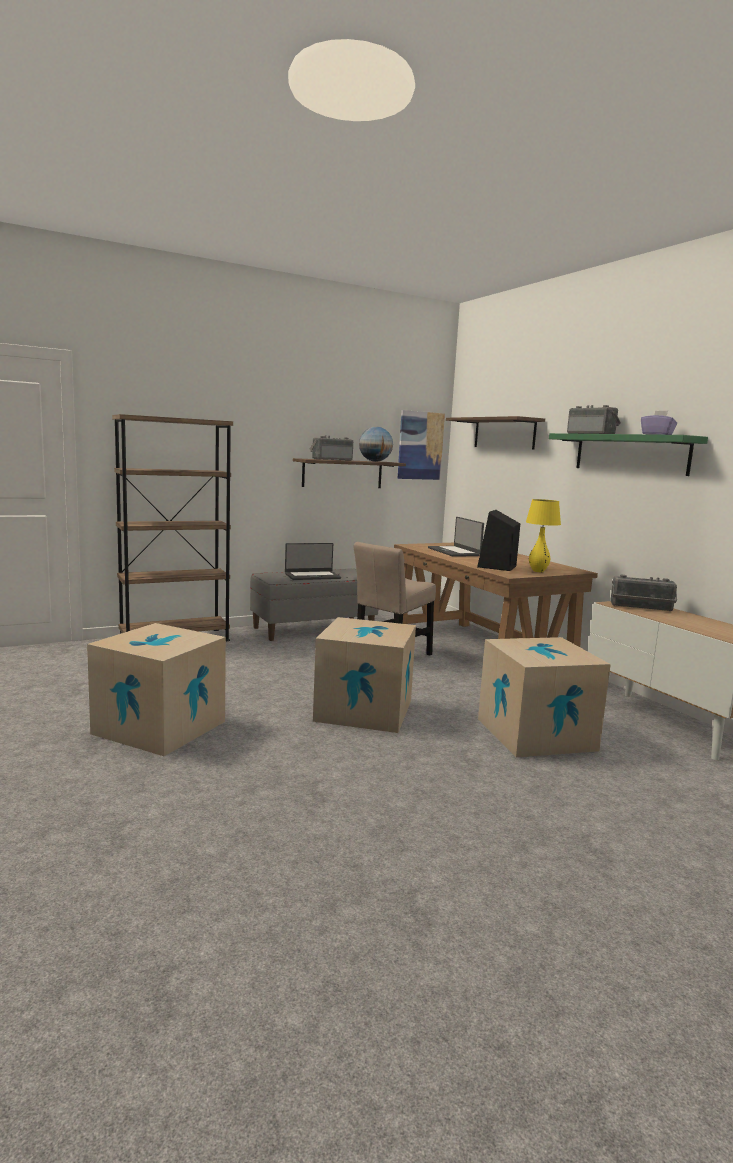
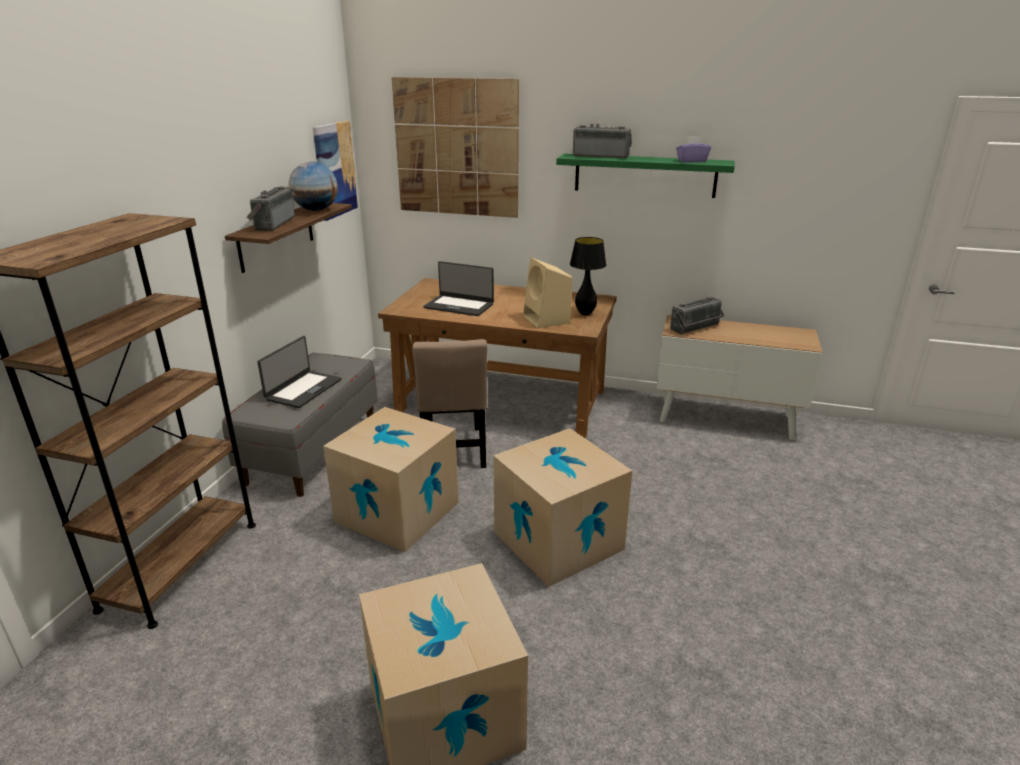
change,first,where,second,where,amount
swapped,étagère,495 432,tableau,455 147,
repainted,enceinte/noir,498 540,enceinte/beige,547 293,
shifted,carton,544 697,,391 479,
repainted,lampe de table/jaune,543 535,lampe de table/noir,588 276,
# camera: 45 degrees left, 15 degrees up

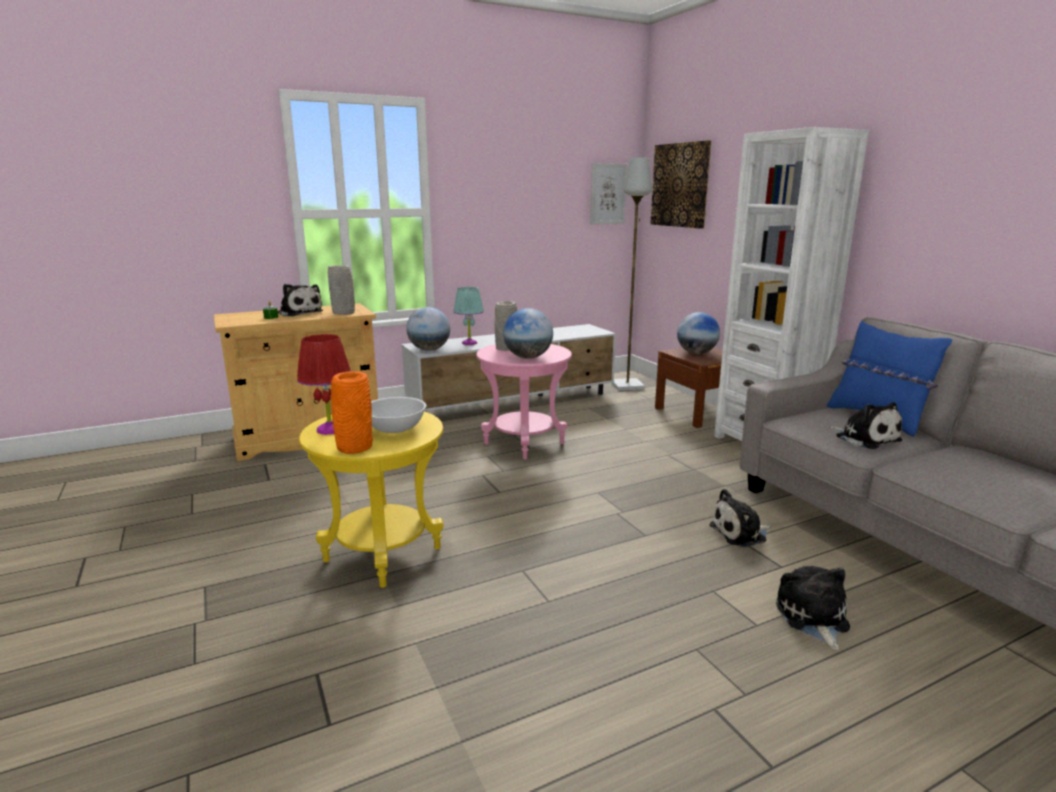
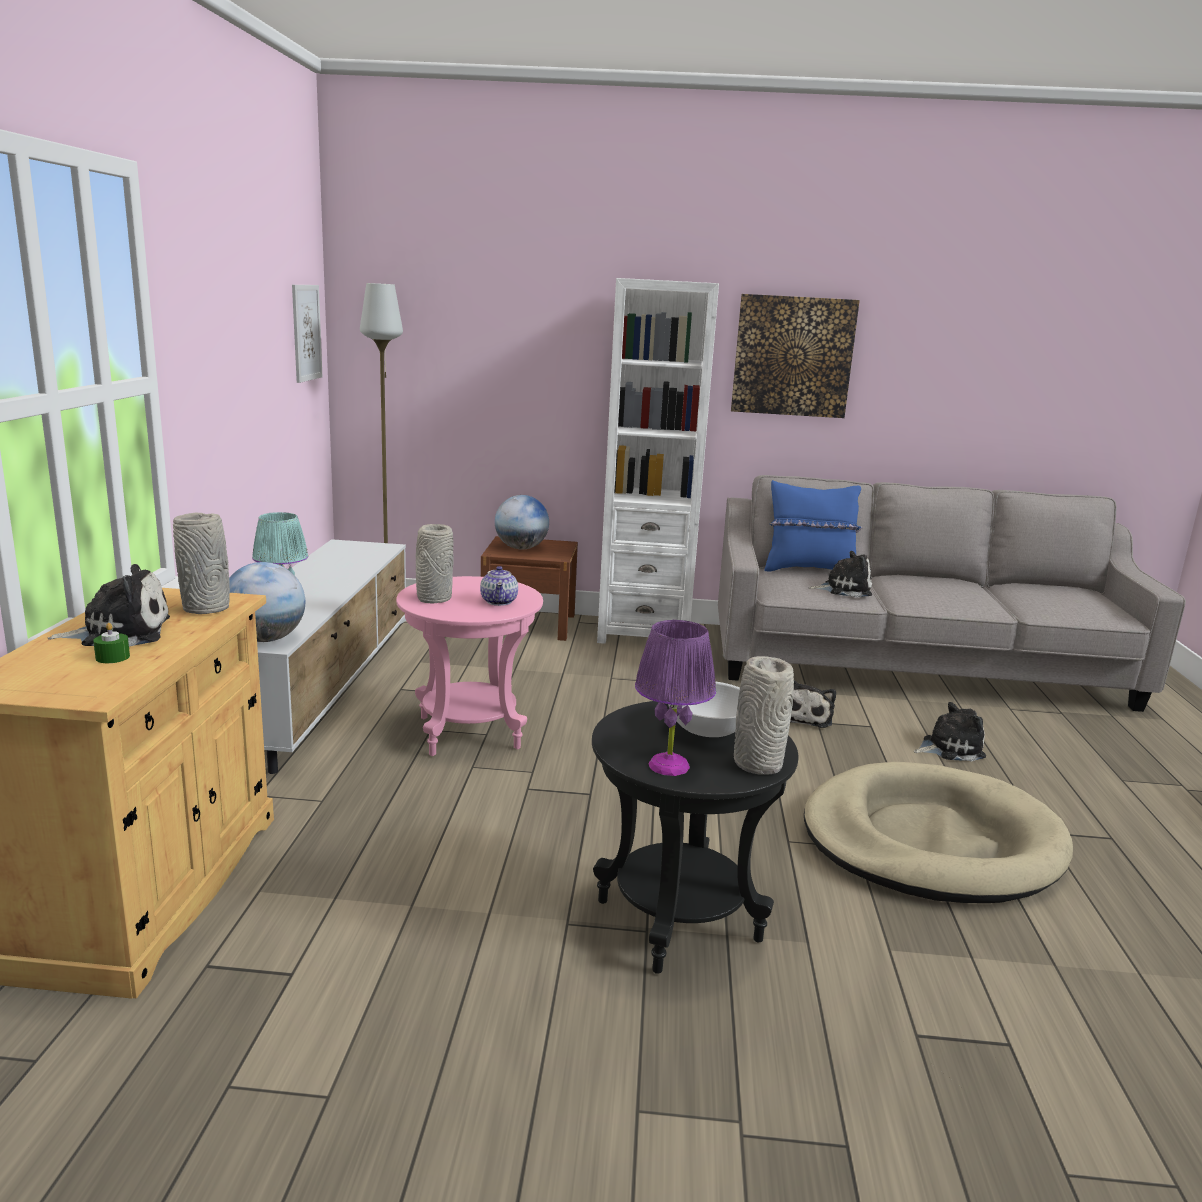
change,first,where,second,where,amount
repainted,lampe de table/rouge,324 384,lampe de table/violet,675 698,
repainted,table d'appoint/jaune,371 499,table d'appoint/noir,695 837,
repainted,vase/orange,352 412,vase/gris,764 715,
swapped,globe,528 333,théière,499 586,
shifted,tableau,680 184,,795 356,
rotated,peluche,813 608,,950 732,135 degrees clockwise
new,,,panier pour chien/beige,938 832,
# camera: 60 degrees left, 0 degrees up

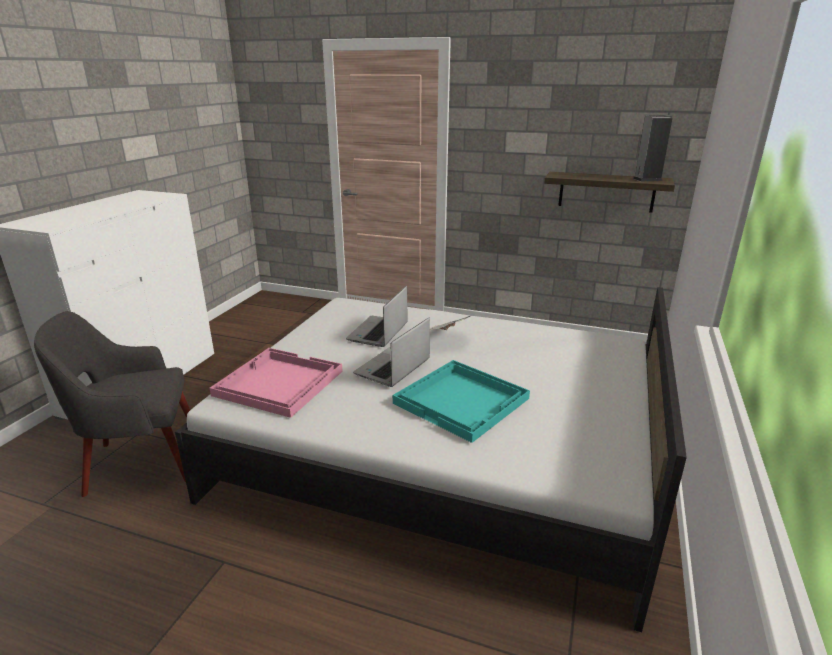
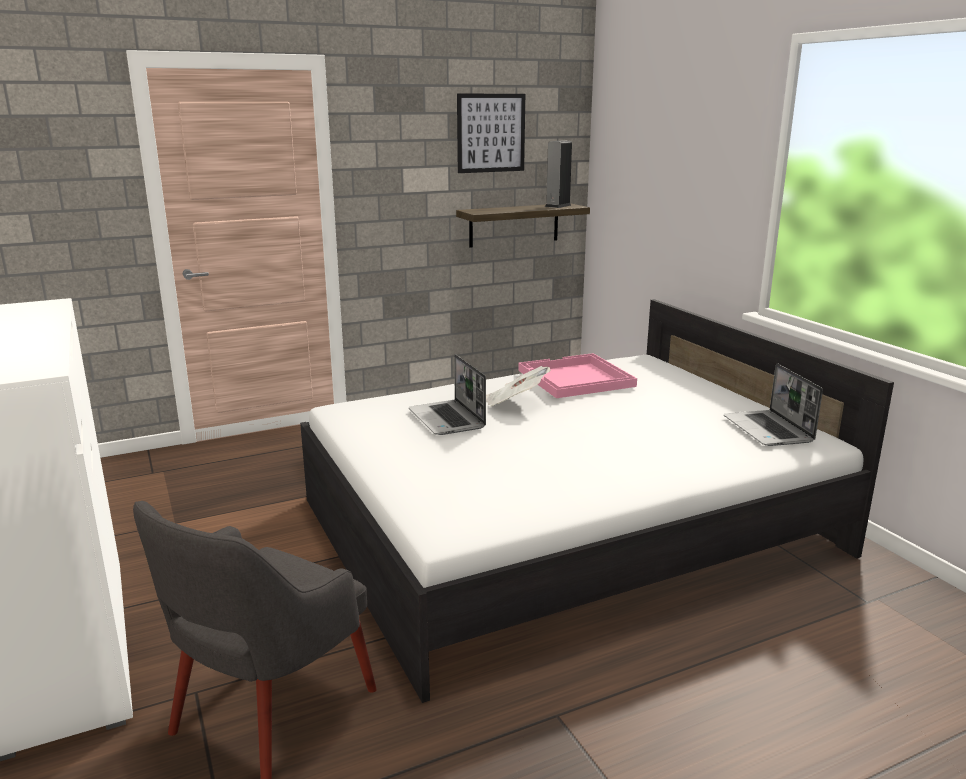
change,first,where,second,where,amount
shifted,plateau/rose,276 383,,577 375,
shifted,ordinateur portable,391 352,,773 404,
gone,plateau/turquoise,461 401,,,
new,,,tableau,491 133,
# camera: 45 degrees left, 5 degrees down

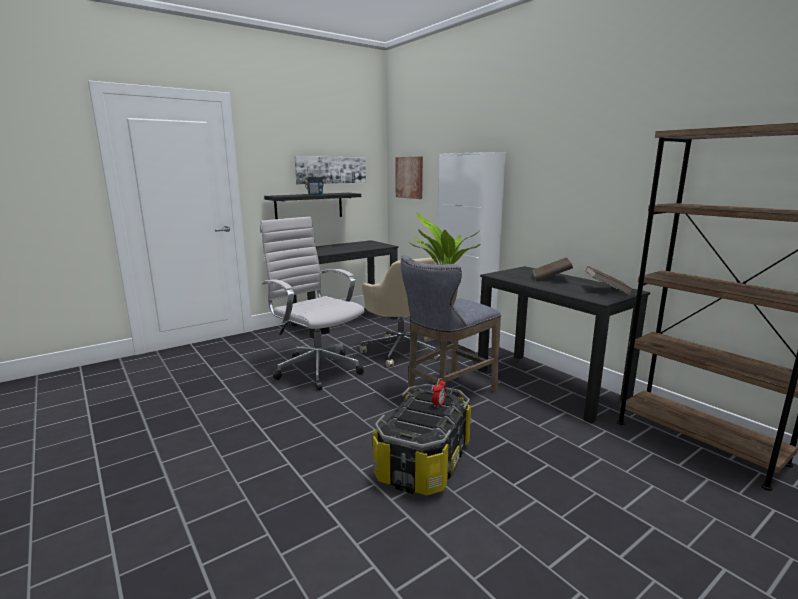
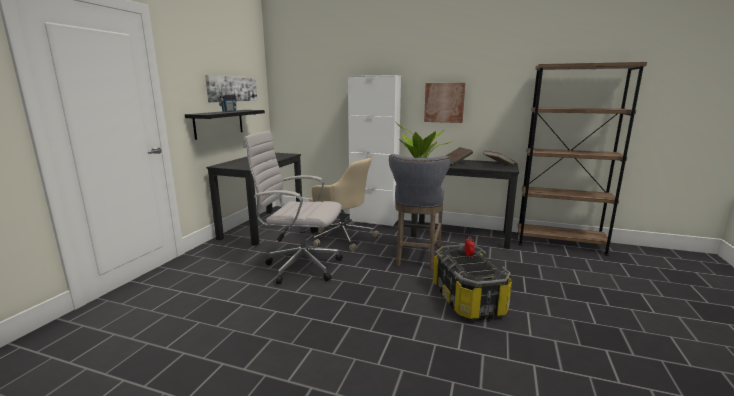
change,first,where,second,where,amount
shifted,tableau,409 178,,444 103,
# camera: 35 degrees left, 0 degrees up

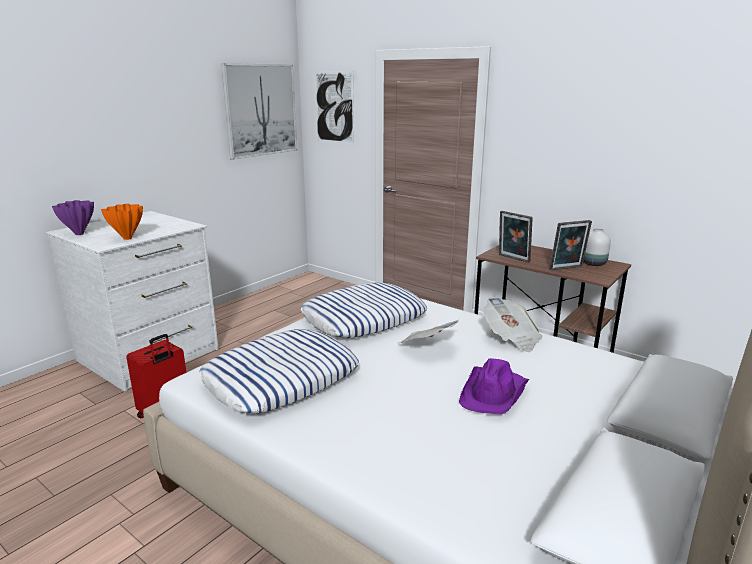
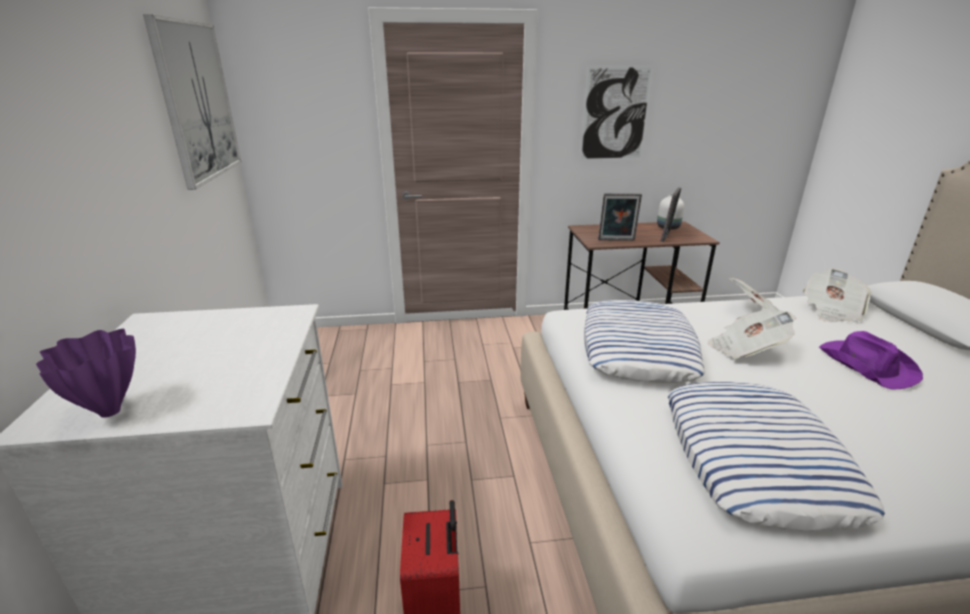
change,first,where,second,where,amount
gone,vase/orange,122 222,,,
shifted,tableau,334 107,,616 113,
new,,,journal,837 295,
# camera: 45 degrees left, 5 degrees up

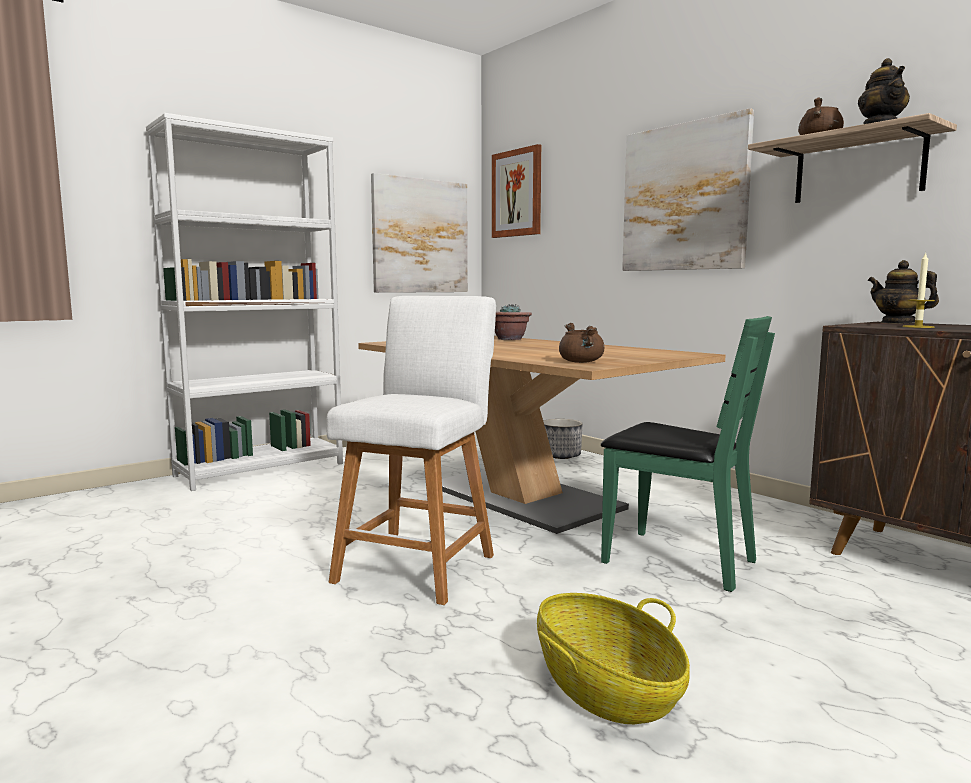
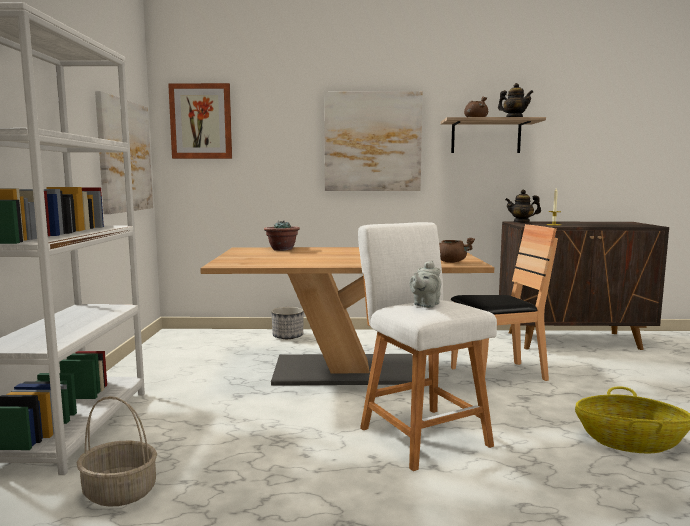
change,first,where,second,where,amount
repainted,chaise/vert,688 454,chaise/marron,504 302,
new,,,panier,117 451,
new,,,théière/gris,425 284,
# camera: 50 degrees left, 0 degrees up

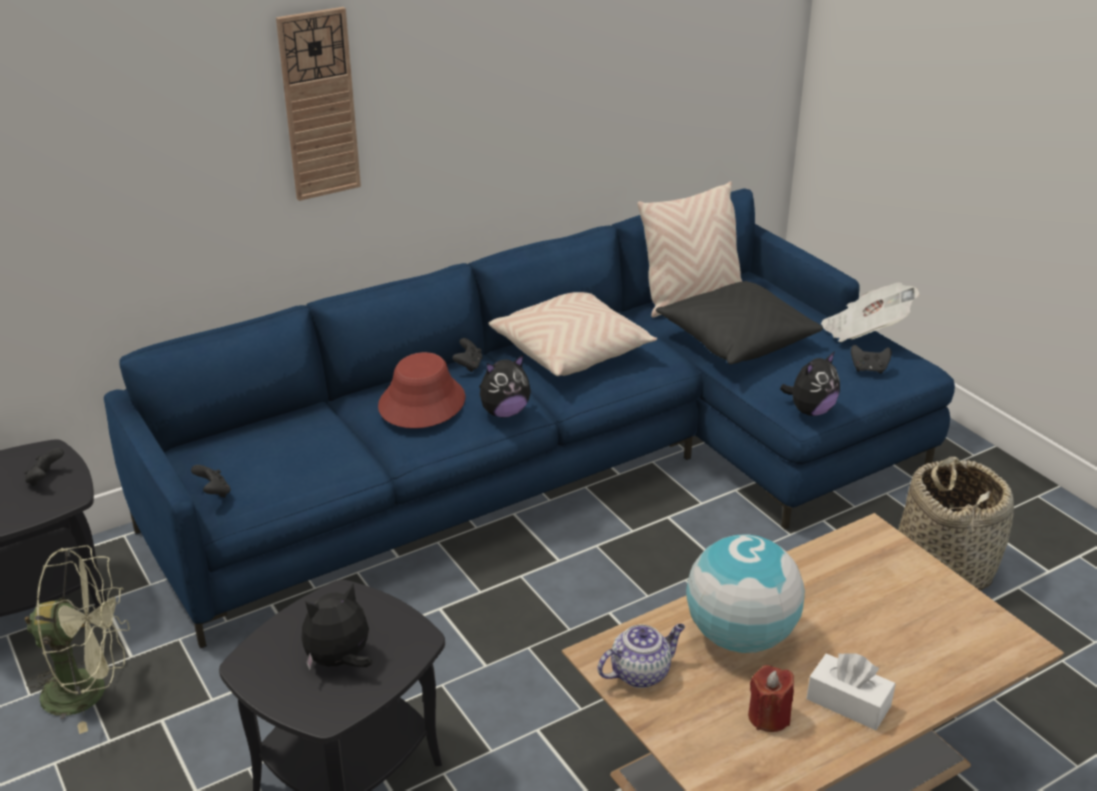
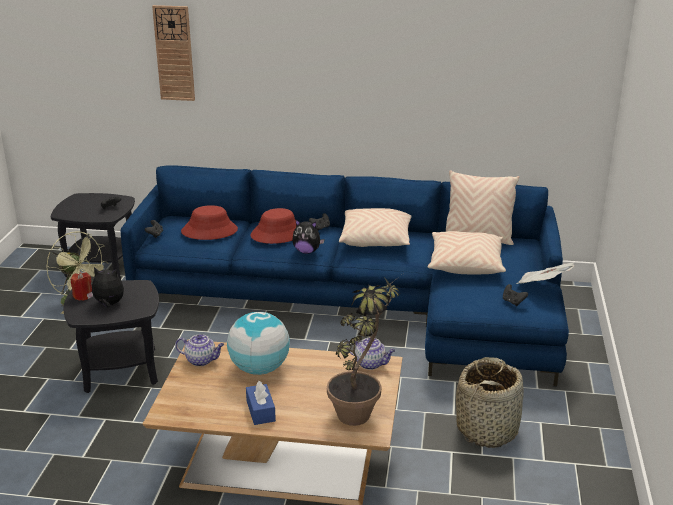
change,first,where,second,where,amount
shifted,horloge murale,318 104,,173 53,
repainted,coussin/noir,739 323,coussin/beige,467 252,
shifted,bougie/rouge,771 698,,81 286,
gone,peluche,810 383,,,
repainted,boîte à mouchoirs/blanc,851 691,boîte à mouchoirs/bleu,261 403,
new,,,chapeau/rouge,209 222,
new,,,plante en pot,364 351,
new,,,théière,371 354,
# camera: 40 degrees right, 5 degrees down

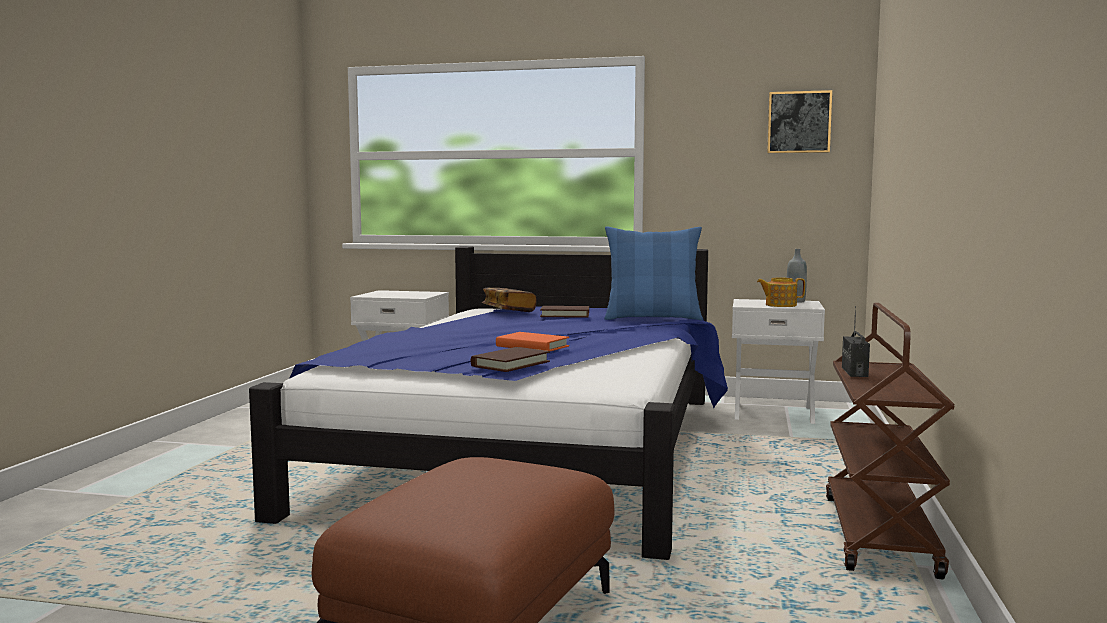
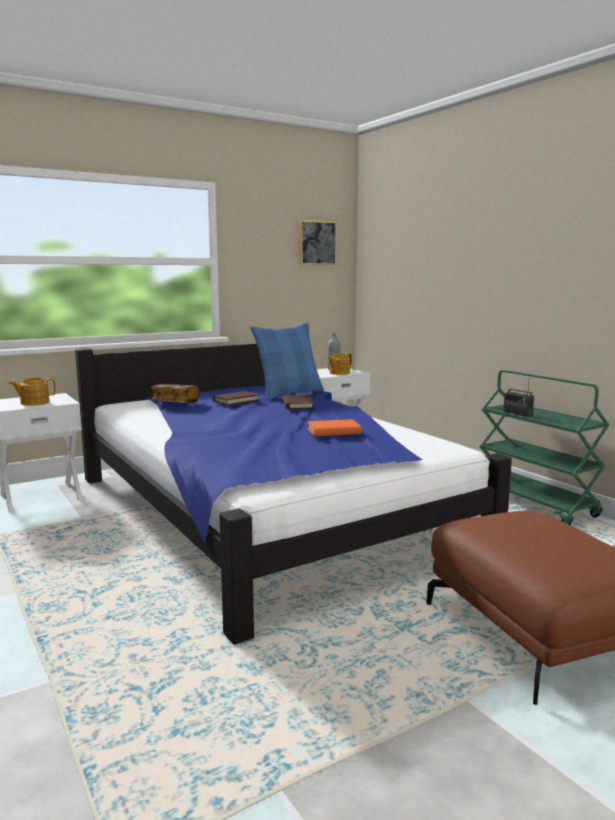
change,first,where,second,where,amount
shifted,livre/marron,510 359,,298 402,
repainted,chariot/marron,890 441,chariot/vert,544 447,
new,,,théière,32 392,
# camera: 45 degrees left, 5 degrees up

